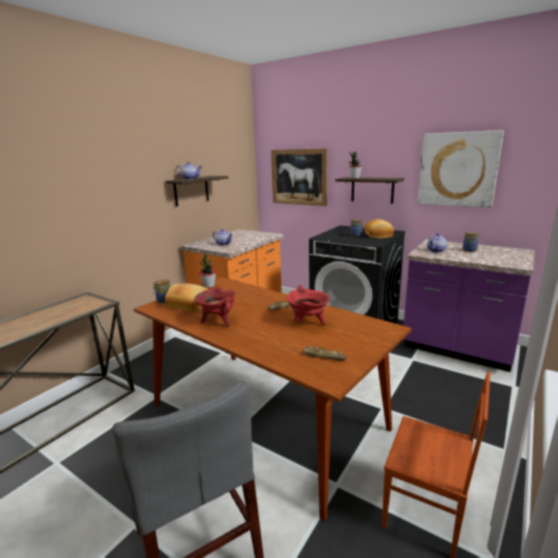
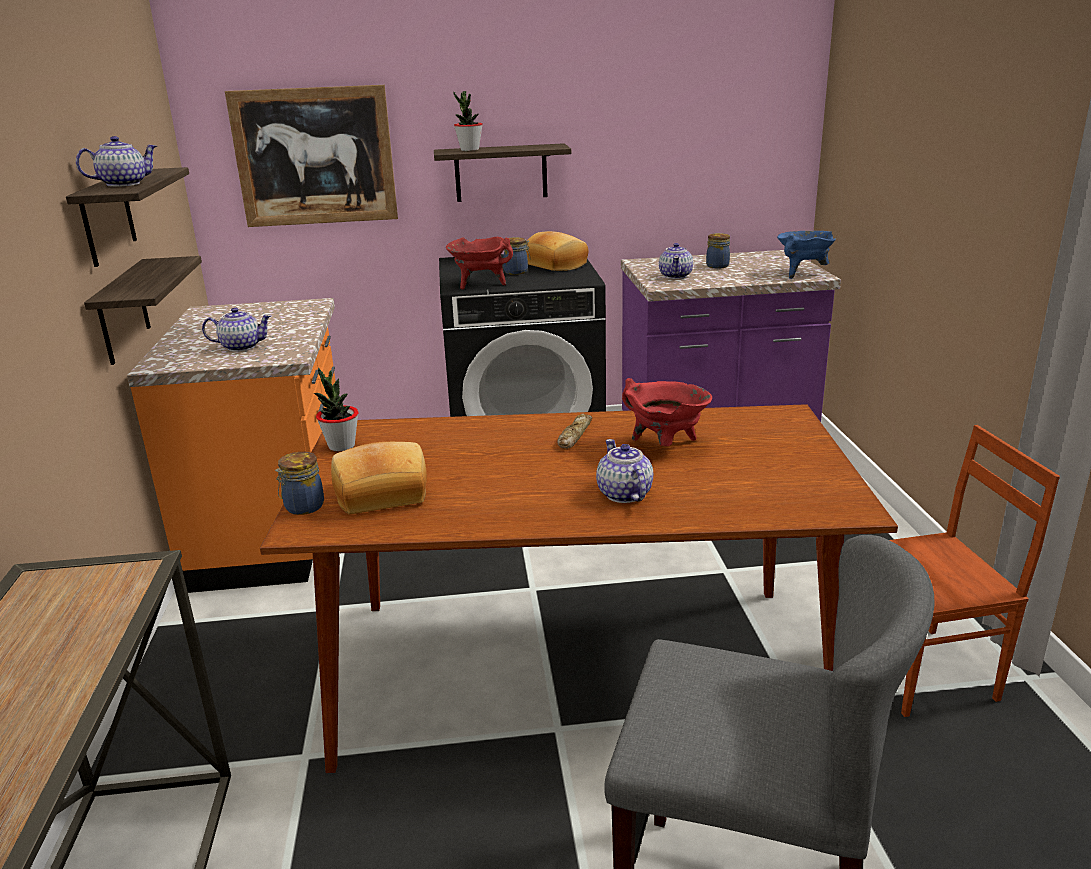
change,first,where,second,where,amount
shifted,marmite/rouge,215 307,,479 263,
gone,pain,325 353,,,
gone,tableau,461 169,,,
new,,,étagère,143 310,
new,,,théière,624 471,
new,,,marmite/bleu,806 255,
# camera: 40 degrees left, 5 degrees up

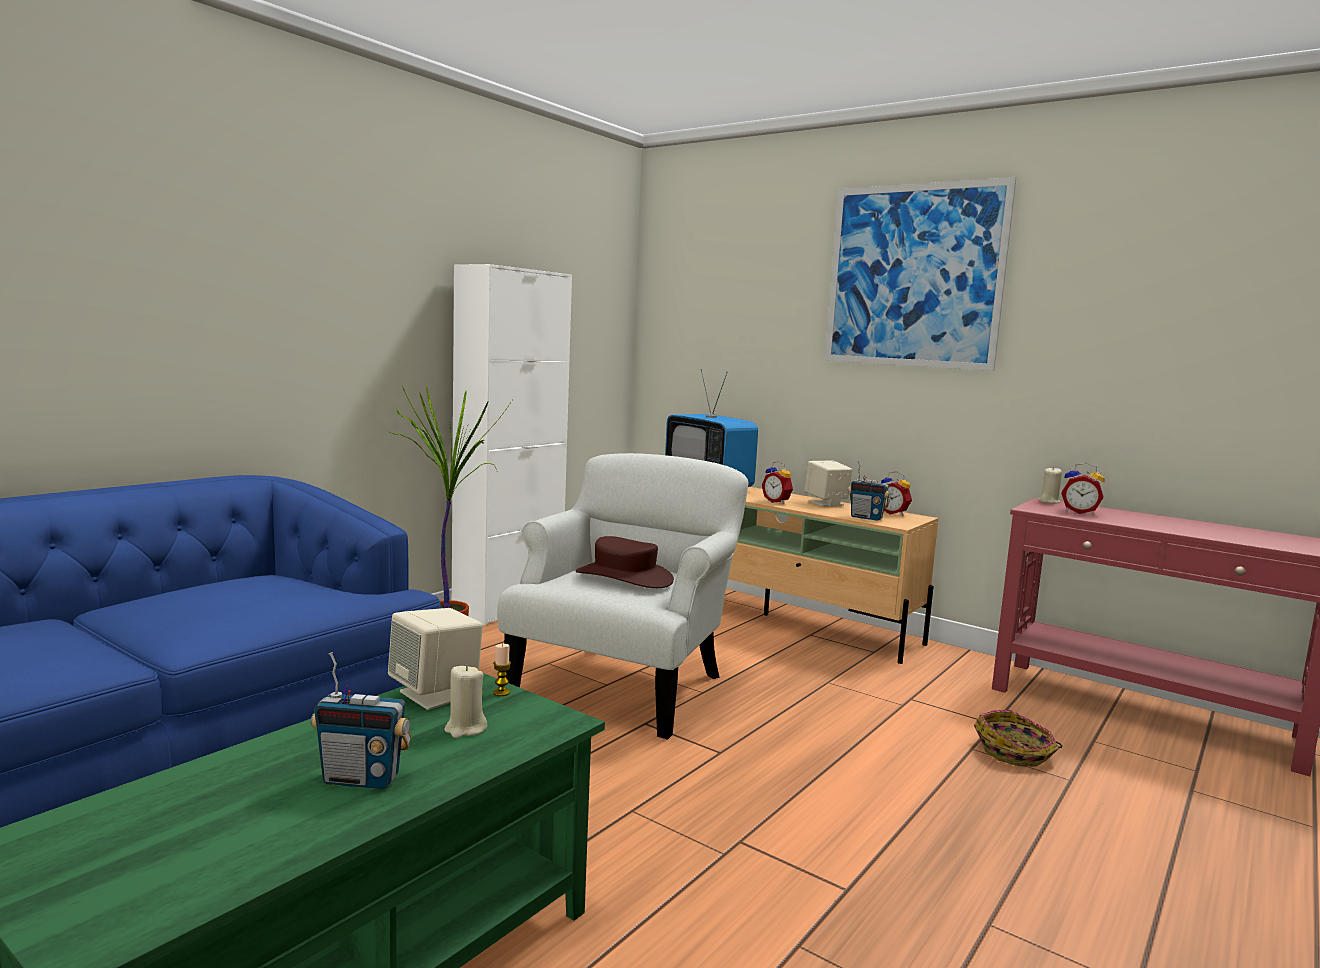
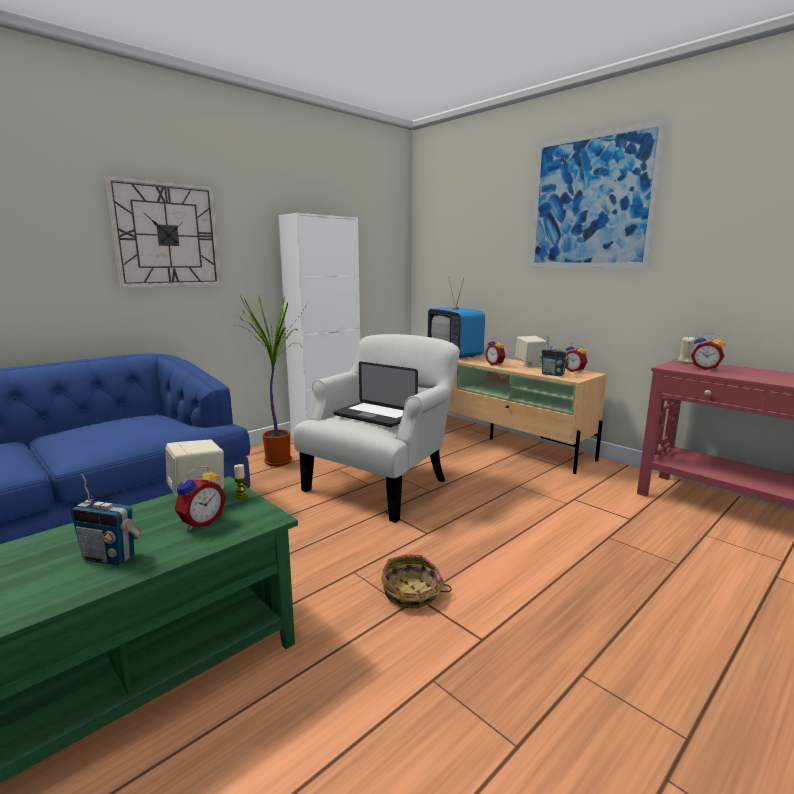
change,first,where,second,where,amount
swapped,bougie/beige,465 701,réveil,200 498,
swapped,chapeau/marron,625 562,ordinateur portable,375 394,
shifted,panier,1018 738,,416 581,
new,,,horloge murale,163 232,
# camera: 10 degrees right, 5 degrees up

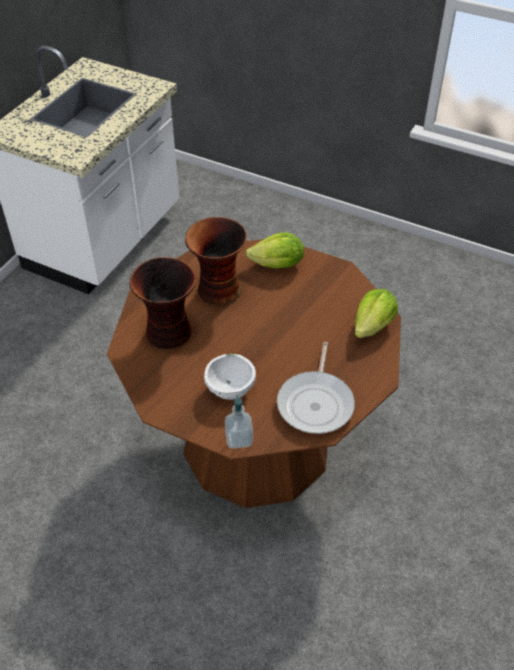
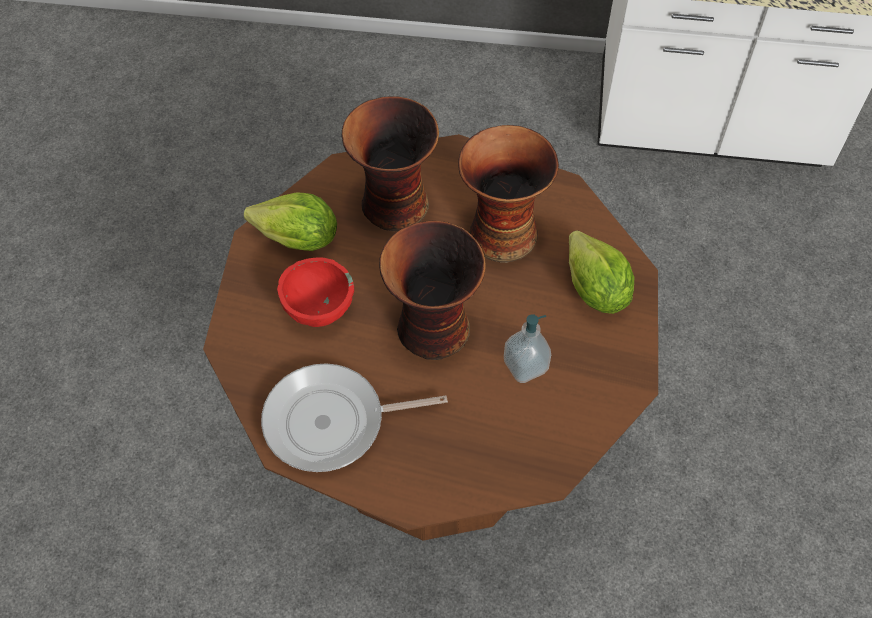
change,first,where,second,where,amount
repainted,bol/blanc,230 377,bol/rouge,315 292,
shifted,distributeur de savon,239 422,,527 348,
shifted,laitue,376 313,,290 221,
new,,,vase,432 290,
# camera: 70 degrees right, 10 degrees up

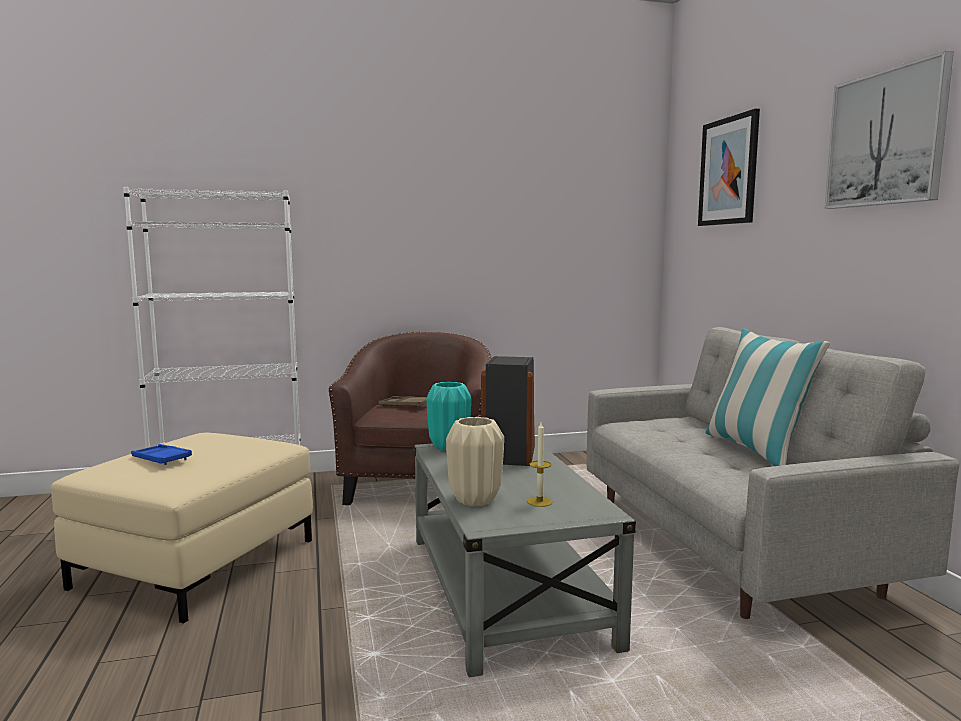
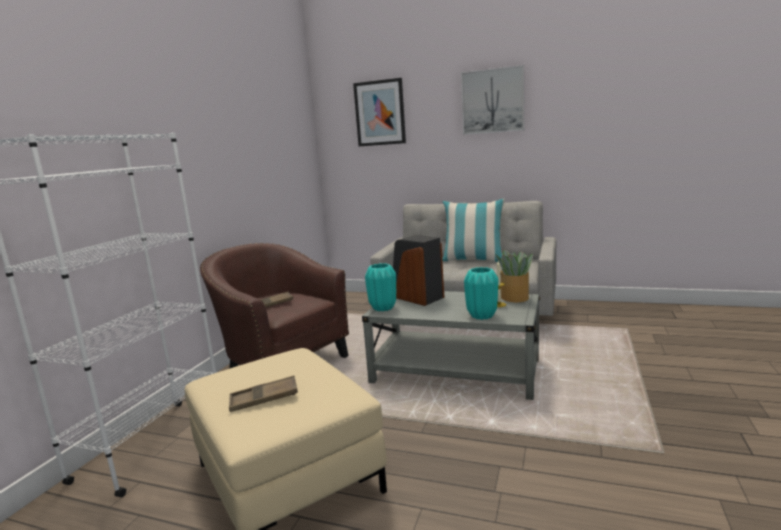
change,first,where,second,where,amount
repainted,plateau/bleu,161 454,plateau/marron,263 394,
repainted,vase/beige,475 461,vase/turquoise,481 293,
new,,,plante en pot,514 275,
# camera: 55 degrees left, 5 degrees up

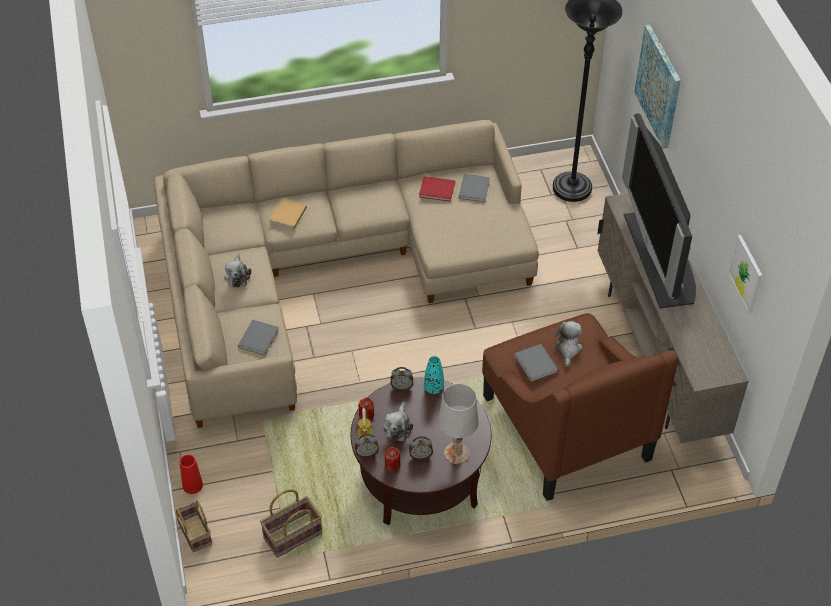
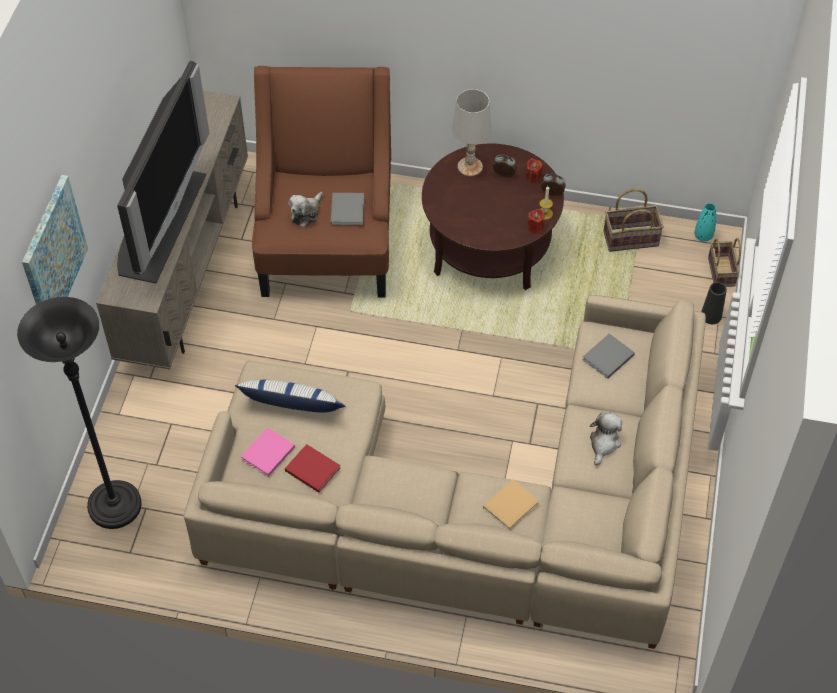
change,first,where,second,where,amount
repainted,vase/rouge,191 474,vase/noir,714 303,
gone,peluche,398 421,,,
gone,réveil,401 379,,,
shifted,vase/turquoise,434 375,,705 222,
repainted,livre/gris,474 188,livre/rose,268 452,
gone,tableau,745 274,,,
new,,,coussin,290 396,
# camera: 155 degrees left, 5 degrees up

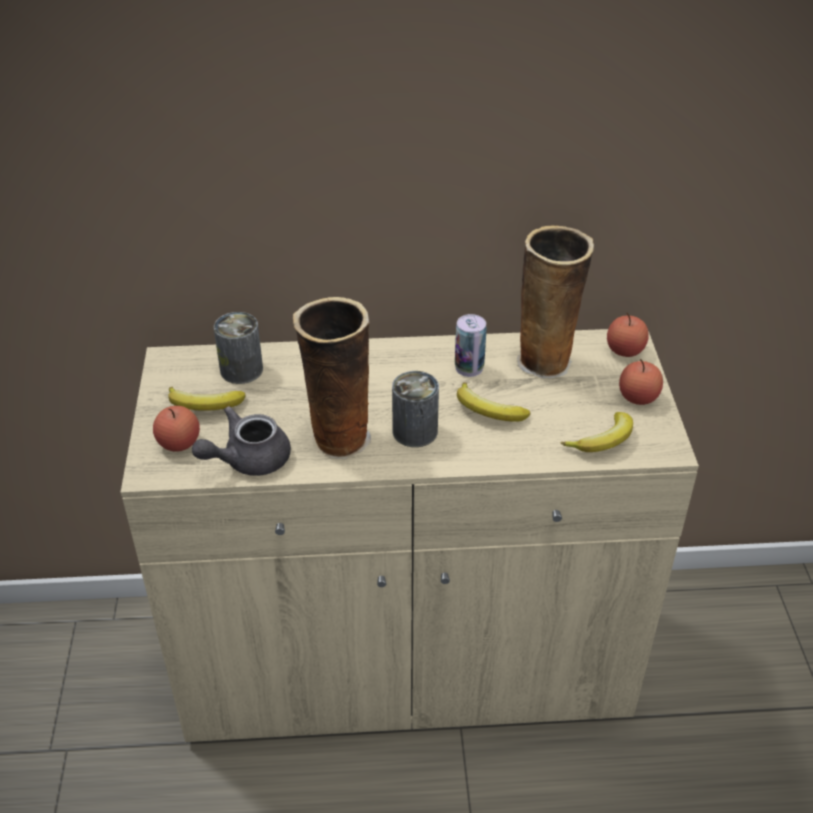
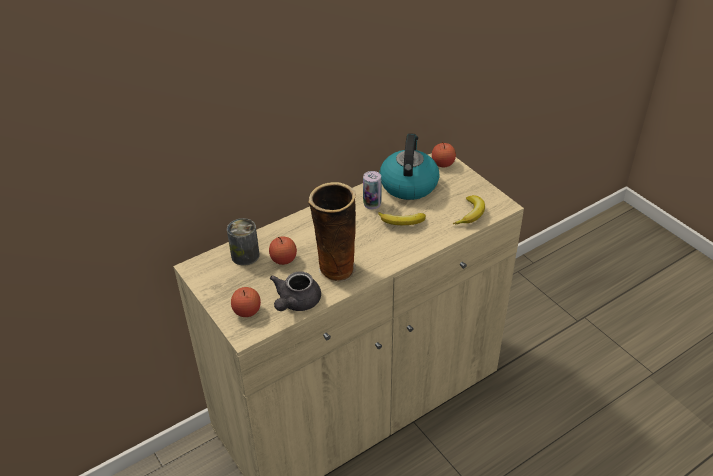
change,first,where,second,where,amount
gone,banane,206 398,,,
gone,boîte métallique,415 409,,,
swapped,vase,555 302,bouilloire,409 166,
shifted,pomme,641 382,,283 250,
# camera: 30 degrees left, 0 degrees up

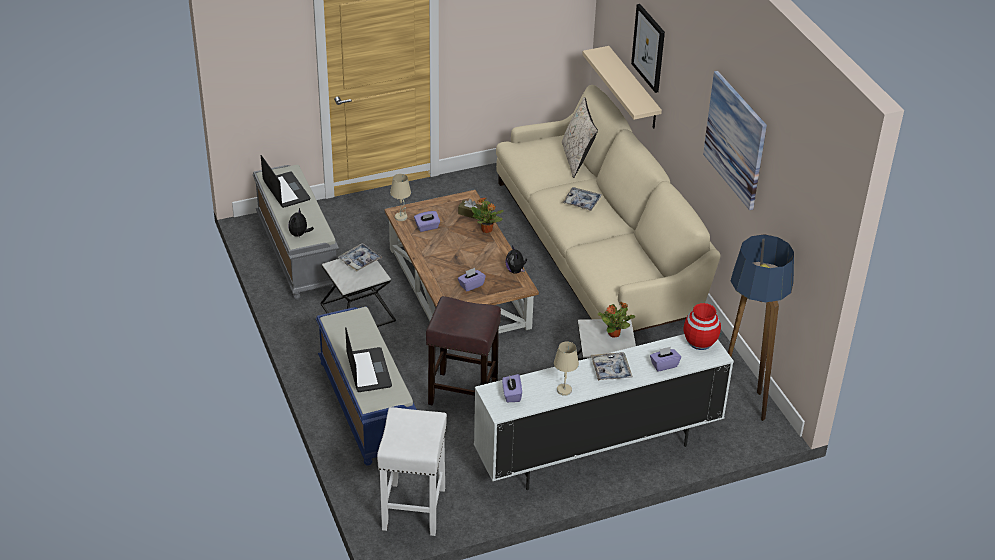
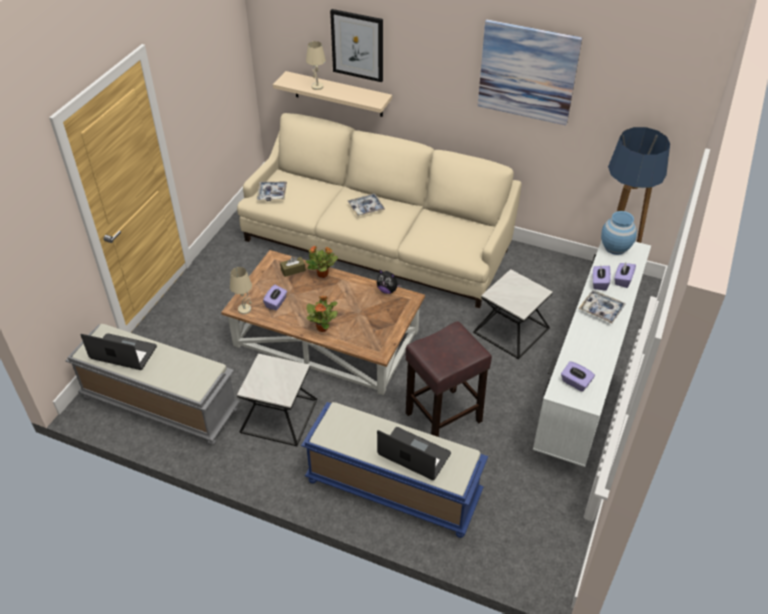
change,first,where,second,where,amount
gone,peluche,301 223,,,
shifted,plateau,360 257,,272 191,
gone,tabouret/blanc,412 471,,,
shifted,boîte à mouchoirs/violet,472 280,,602 278,
shifted,lampe de table/beige,566 368,,316 65,
gone,coussin/beige,580 137,,,
shifted,plante en pot,616 319,,322 314,
repainted,vase/rouge,702 326,vase/bleu,619 233,
# camera: 45 degrees left, 5 degrees up

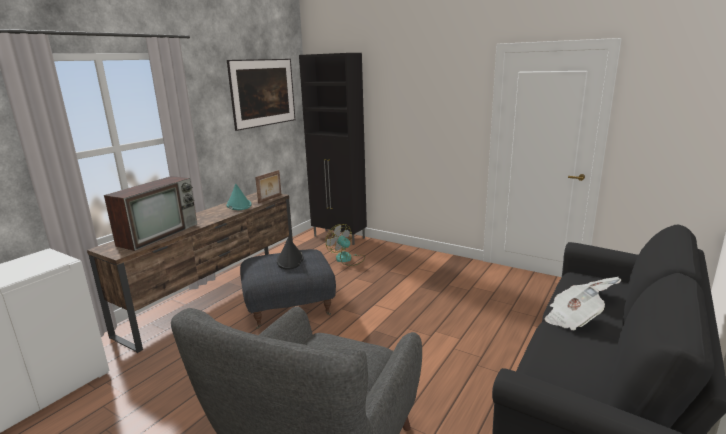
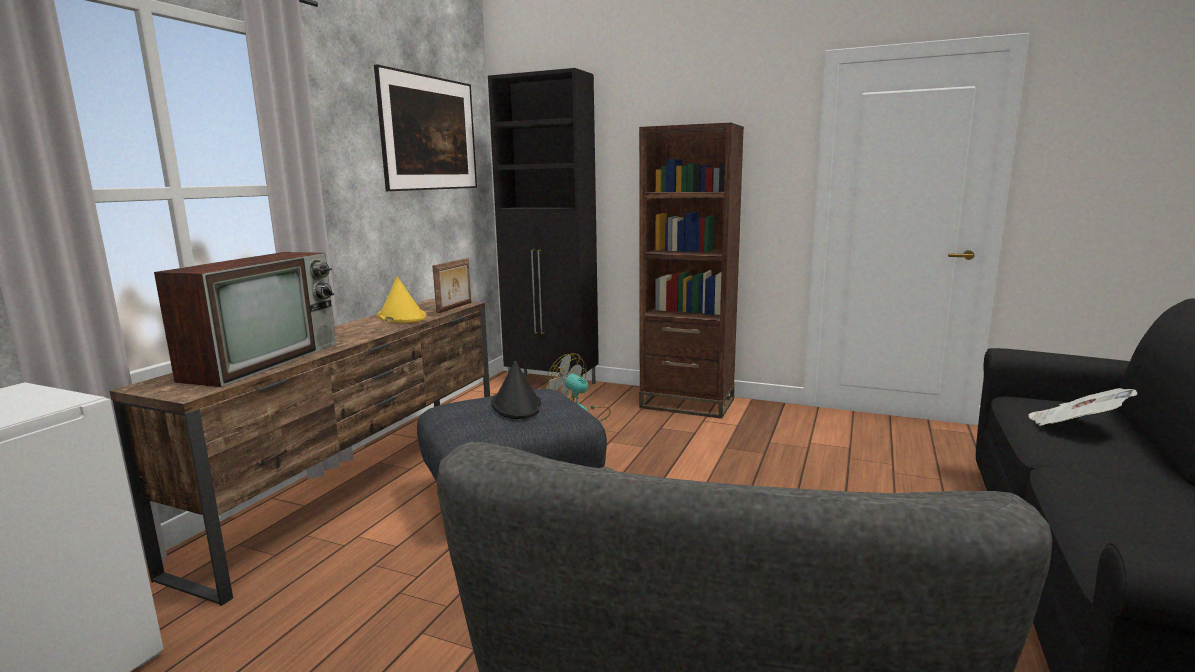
change,first,where,second,where,amount
repainted,chapeau/turquoise,239 197,chapeau/jaune,402 300,
gone,journal,575 308,,,
new,,,bibliothèque/marron,691 271,
# camera: 10 degrees left, 5 degrees down

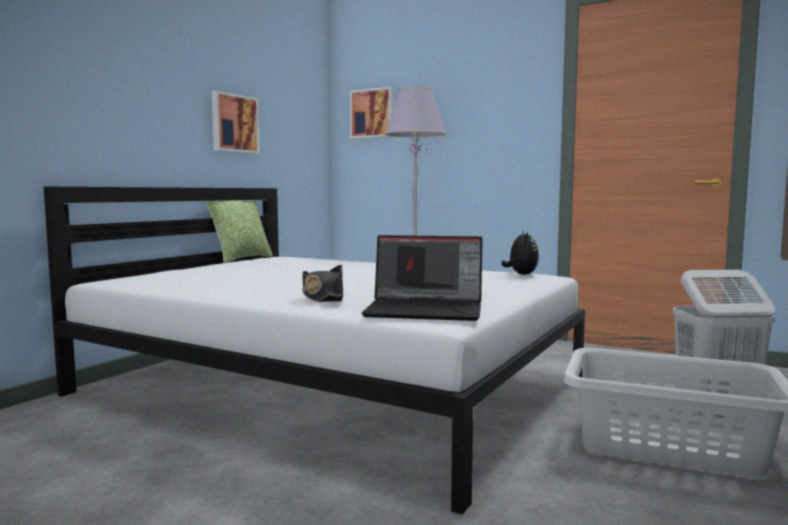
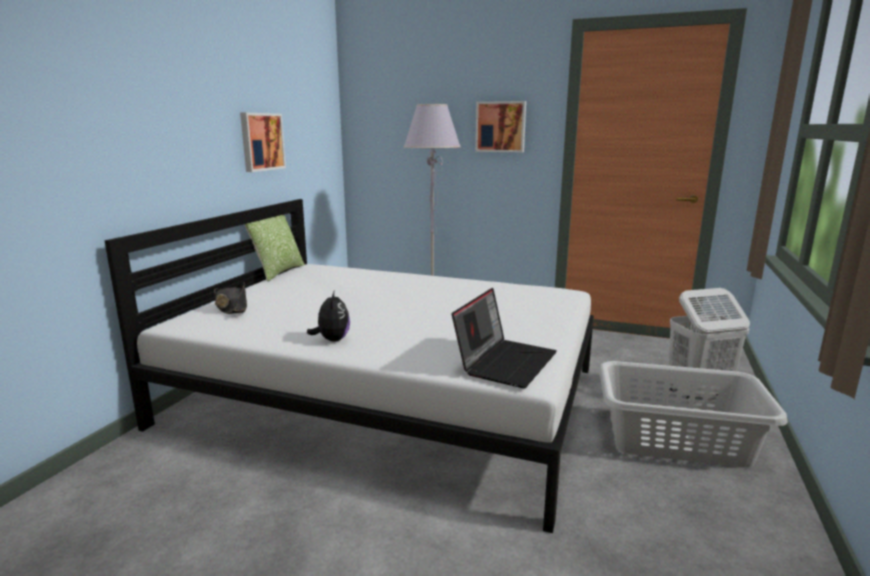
change,first,where,second,where,amount
shifted,chapeau/noir,322 283,,230 298,
shifted,tableau,372 113,,500 127,
rotated,ordinateur portable,422 278,,504 338,60 degrees counterclockwise
shifted,peluche,520 253,,328 316,
# camera: 10 degrees left, 10 degrees up

